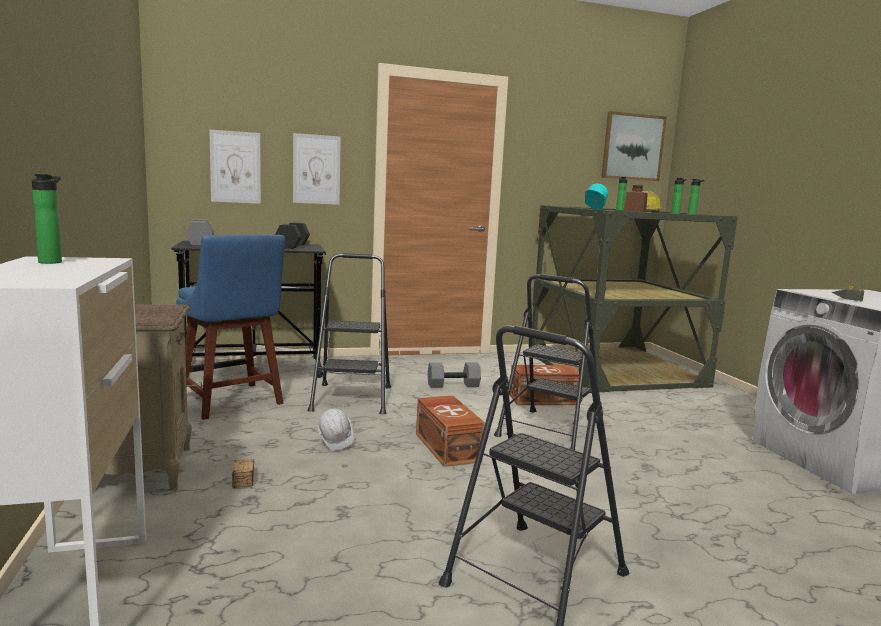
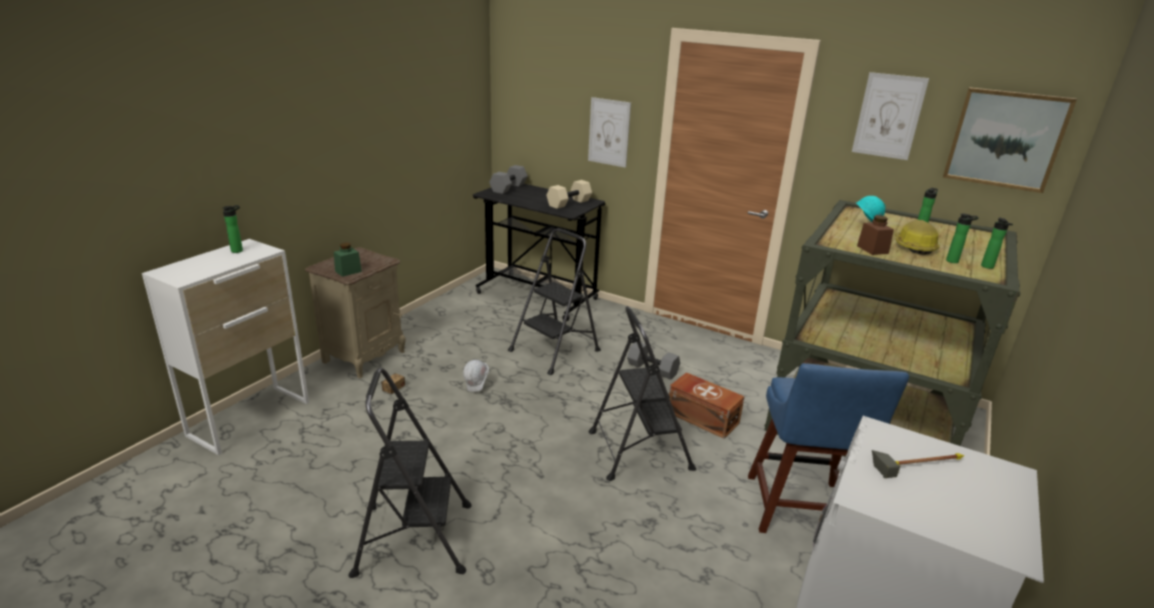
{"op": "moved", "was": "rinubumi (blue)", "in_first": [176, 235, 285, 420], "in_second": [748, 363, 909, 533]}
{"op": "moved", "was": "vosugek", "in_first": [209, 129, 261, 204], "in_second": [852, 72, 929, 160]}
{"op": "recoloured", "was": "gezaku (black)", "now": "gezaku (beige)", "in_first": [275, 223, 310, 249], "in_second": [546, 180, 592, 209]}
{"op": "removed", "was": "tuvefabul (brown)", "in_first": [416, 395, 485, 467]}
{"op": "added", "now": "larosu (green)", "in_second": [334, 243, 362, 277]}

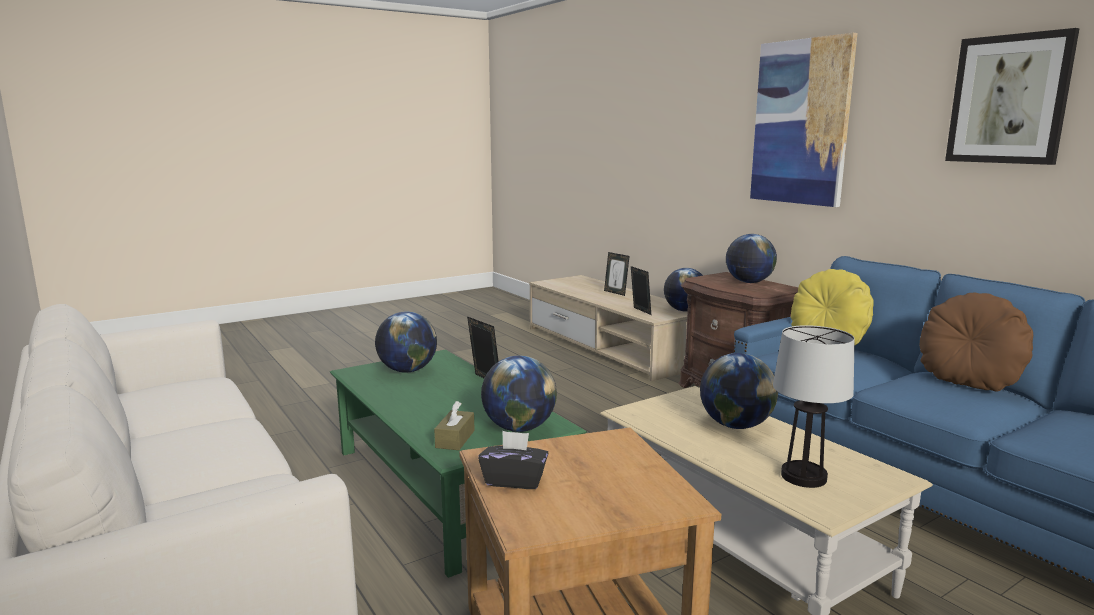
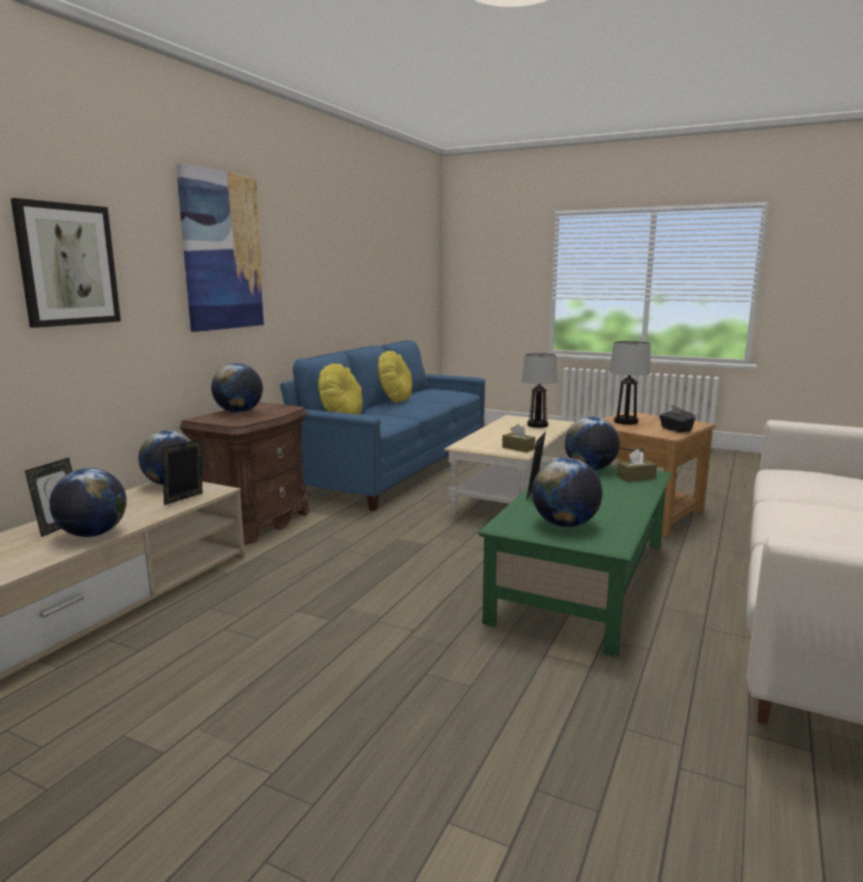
{"op": "moved", "was": "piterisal", "in_first": [700, 353, 778, 429], "in_second": [50, 468, 127, 537]}
{"op": "recoloured", "was": "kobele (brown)", "now": "kobele (yellow)", "in_first": [920, 292, 1033, 392], "in_second": [378, 351, 412, 403]}
{"op": "moved", "was": "vosugek", "in_first": [945, 28, 1080, 165], "in_second": [11, 198, 121, 328]}
{"op": "added", "now": "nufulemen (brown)", "in_second": [502, 424, 535, 452]}
{"op": "added", "now": "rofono", "in_second": [609, 341, 651, 425]}

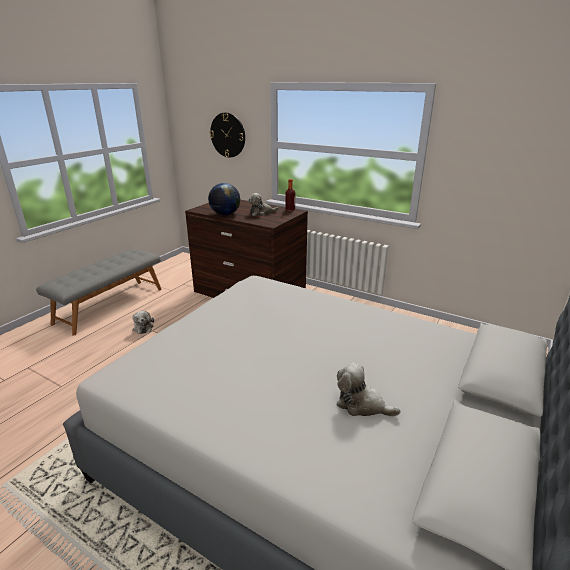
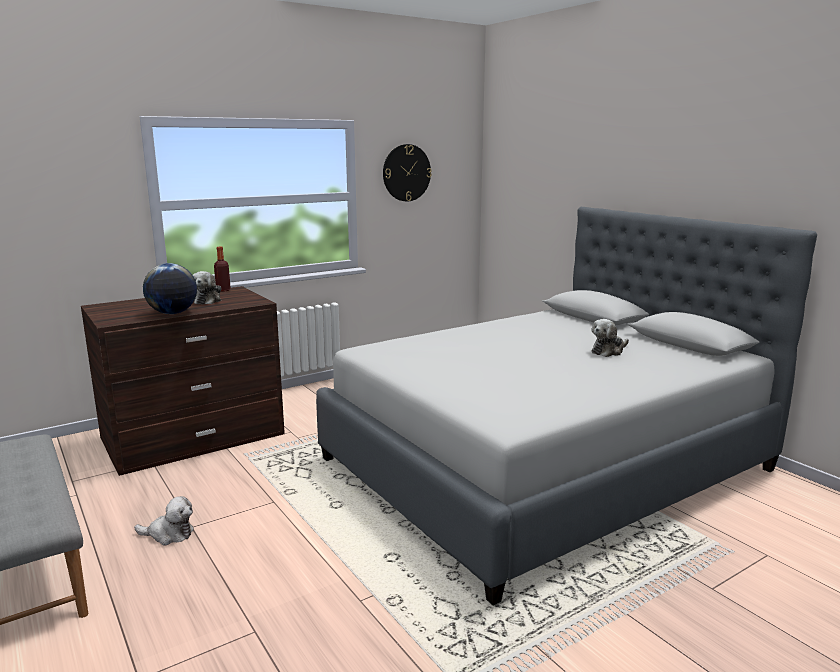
{"op": "moved", "was": "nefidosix", "in_first": [210, 112, 245, 158], "in_second": [383, 144, 432, 201]}

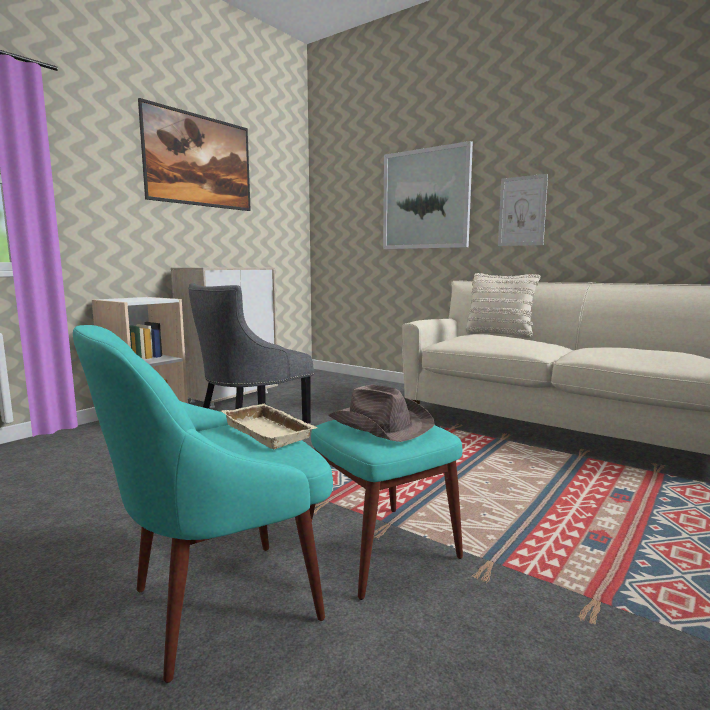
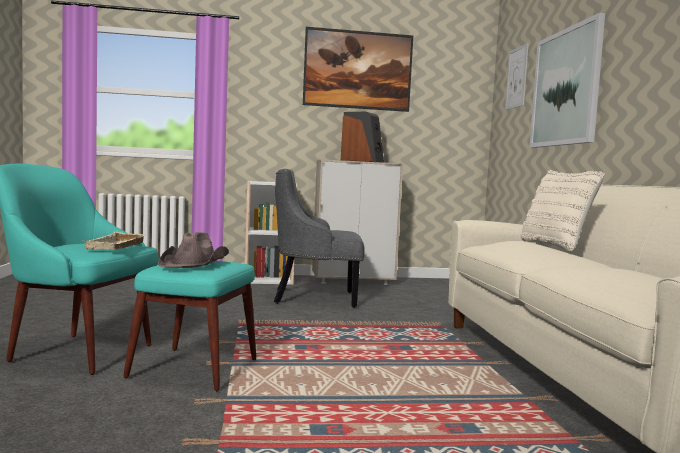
{"op": "moved", "was": "vosugek", "in_first": [498, 174, 548, 246], "in_second": [505, 43, 529, 110]}
{"op": "added", "now": "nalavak", "in_second": [341, 112, 384, 163]}

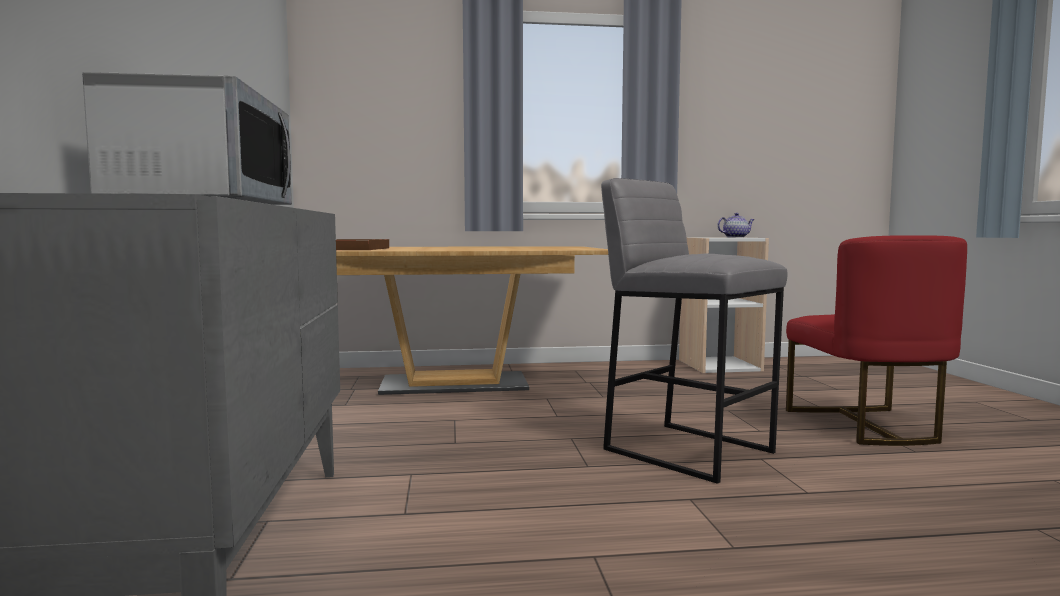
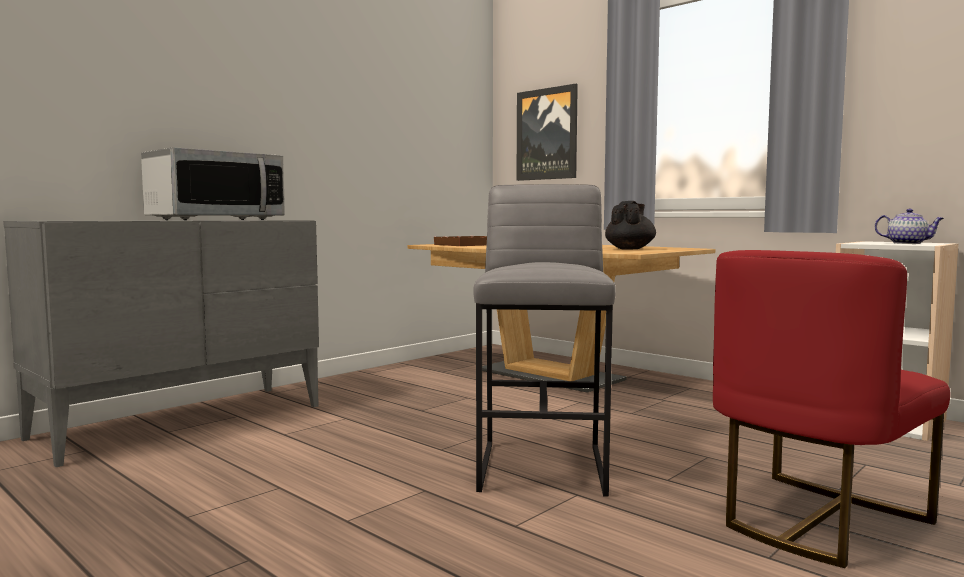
{"op": "added", "now": "vosugek", "in_second": [516, 84, 578, 181]}
{"op": "added", "now": "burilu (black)", "in_second": [605, 201, 656, 250]}

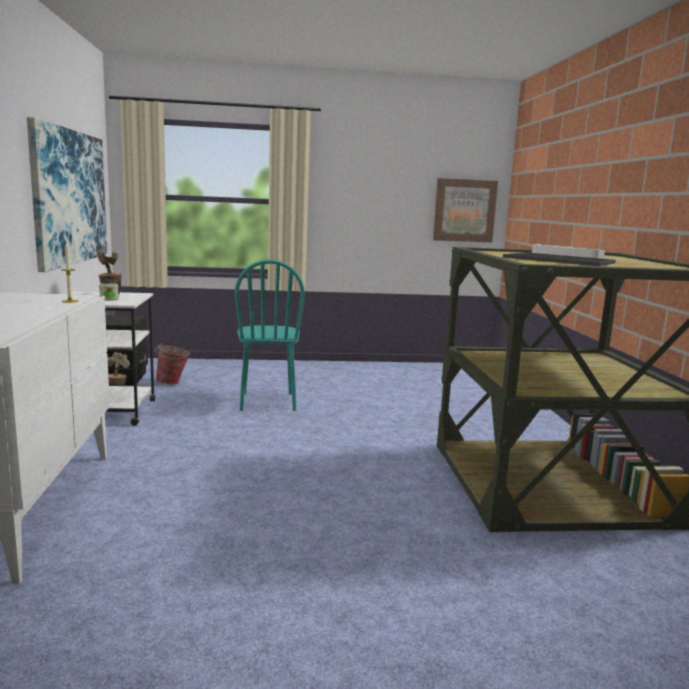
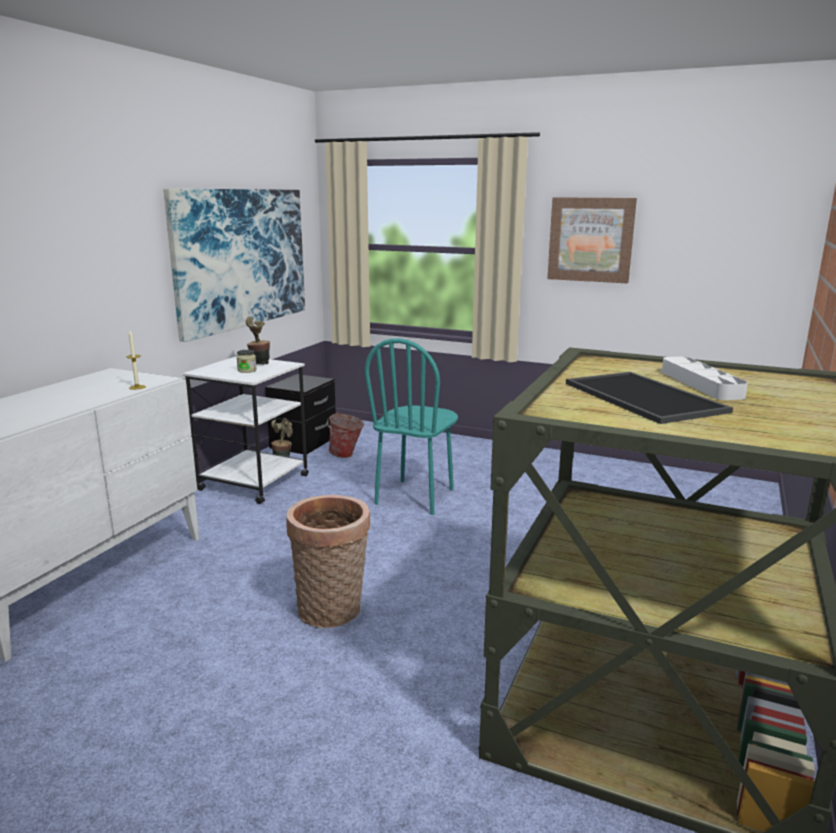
{"op": "moved", "was": "vosugek", "in_first": [433, 178, 498, 242], "in_second": [547, 197, 637, 283]}
{"op": "added", "now": "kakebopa", "in_second": [286, 495, 370, 628]}

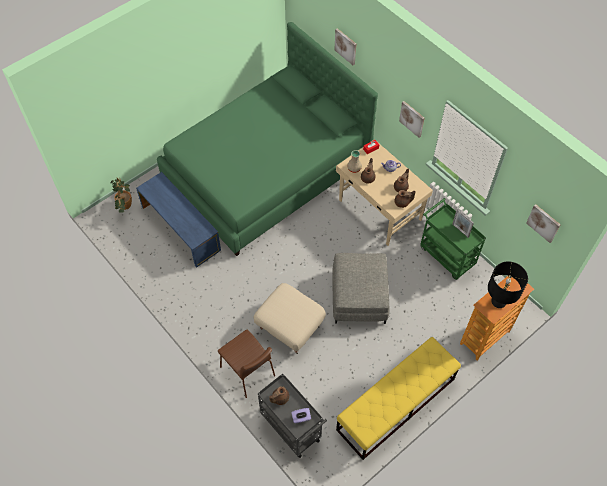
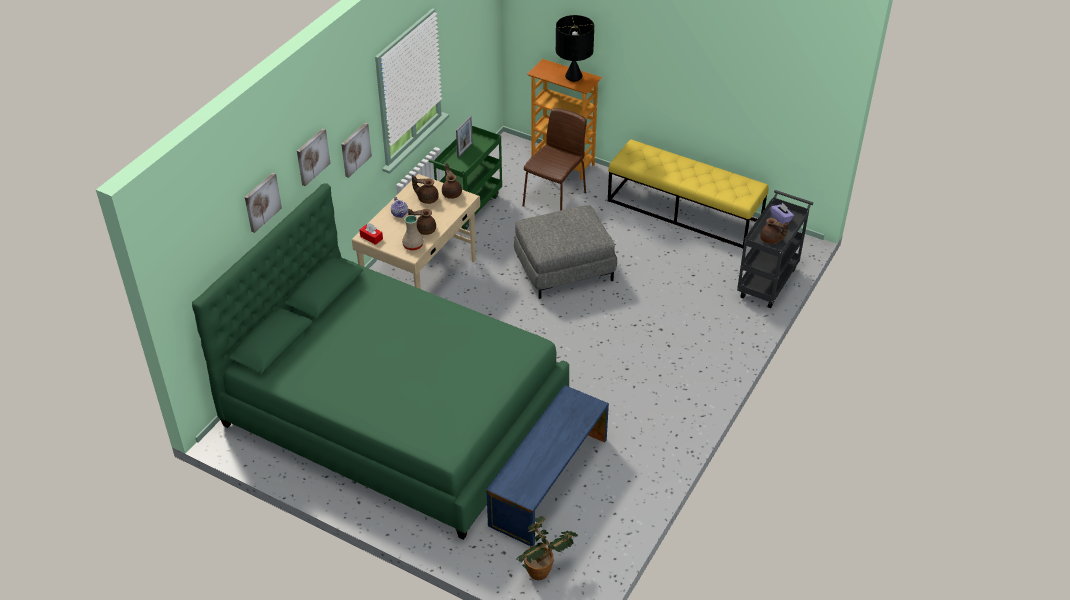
{"op": "moved", "was": "rinubumi (brown)", "in_first": [218, 329, 275, 398], "in_second": [522, 108, 587, 211]}
{"op": "removed", "was": "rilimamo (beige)", "in_first": [253, 283, 326, 354]}
{"op": "moved", "was": "vosugek", "in_first": [526, 204, 560, 243], "in_second": [297, 129, 331, 186]}

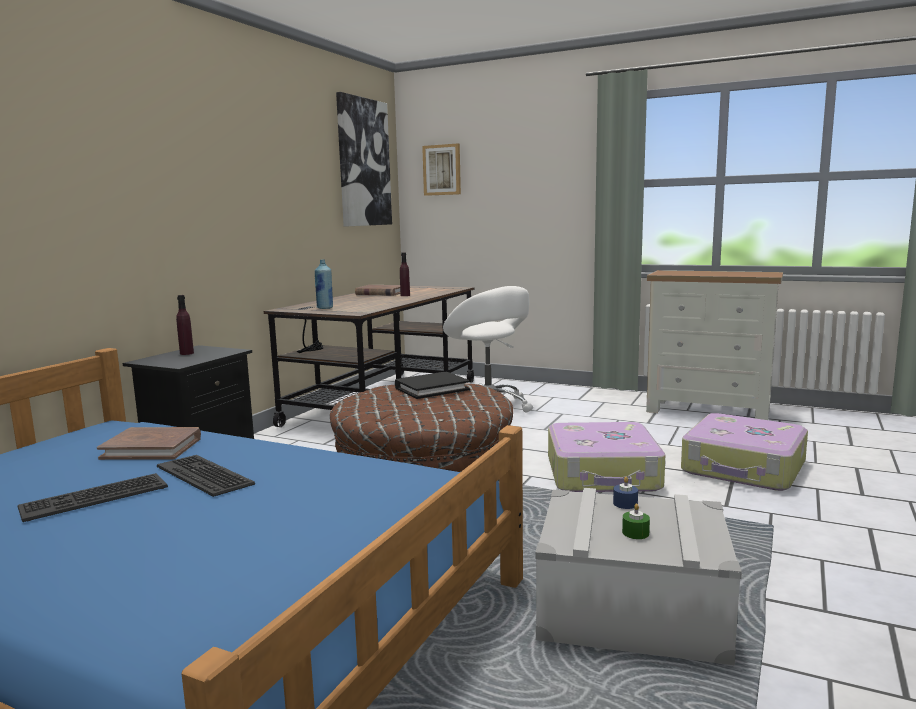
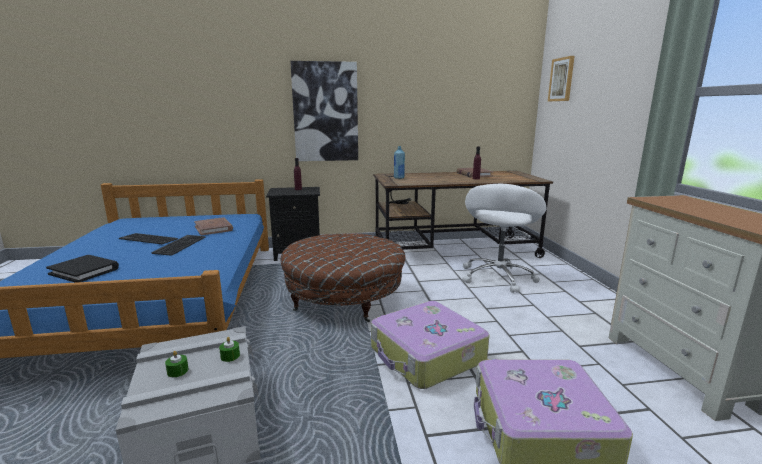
{"op": "moved", "was": "vosugek", "in_first": [336, 92, 392, 227], "in_second": [290, 61, 358, 161]}
{"op": "moved", "was": "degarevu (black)", "in_first": [395, 372, 470, 399], "in_second": [46, 255, 119, 283]}
{"op": "recoloured", "was": "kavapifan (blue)", "now": "kavapifan (green)", "in_first": [613, 477, 638, 509], "in_second": [219, 337, 240, 362]}

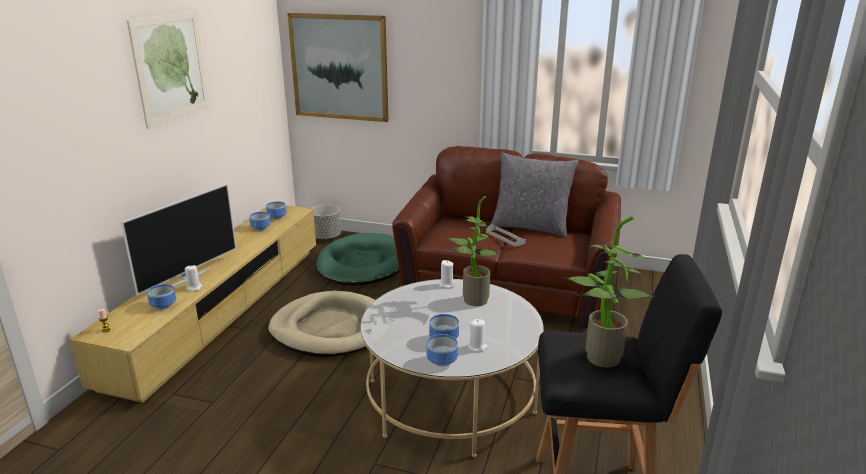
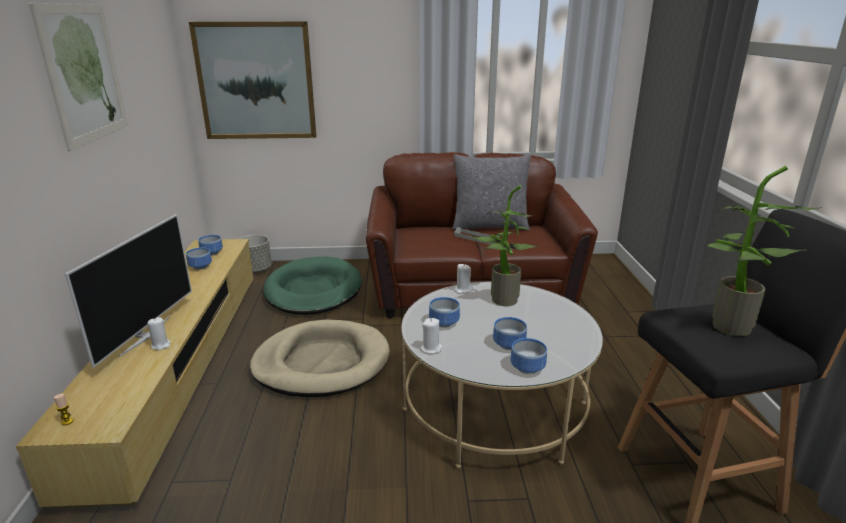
{"op": "moved", "was": "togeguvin", "in_first": [147, 284, 176, 310], "in_second": [429, 297, 460, 328]}
{"op": "moved", "was": "kavapifan (white)", "in_first": [467, 319, 488, 352], "in_second": [421, 318, 442, 354]}

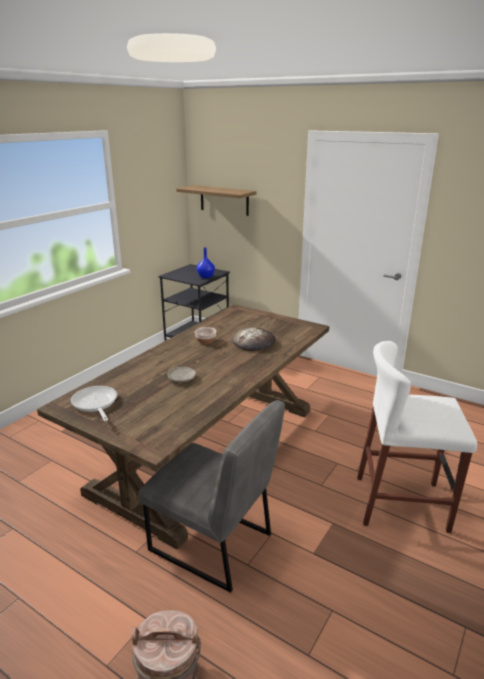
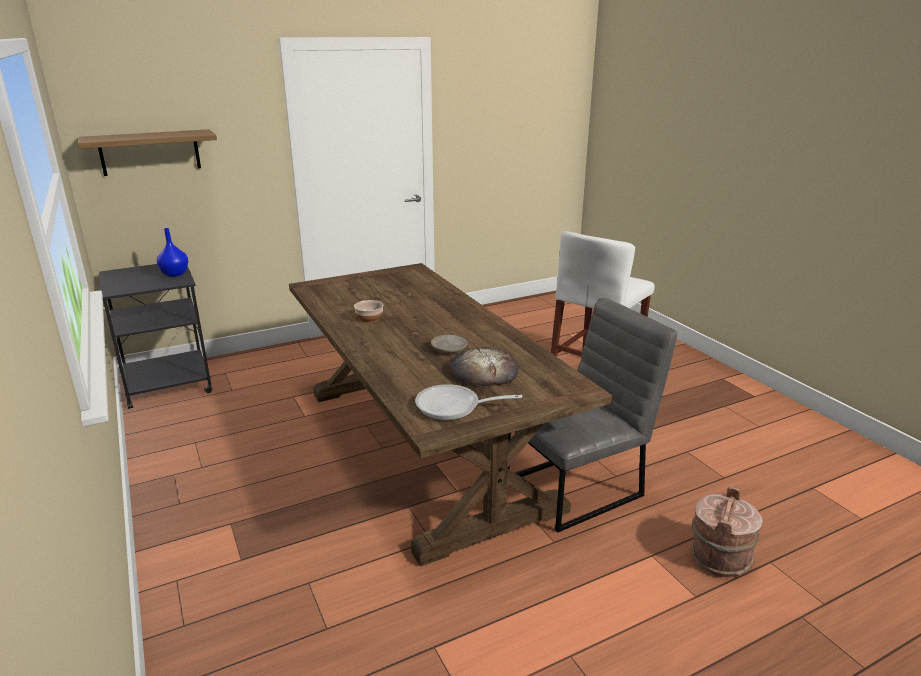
{"op": "moved", "was": "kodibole", "in_first": [232, 327, 276, 351], "in_second": [450, 347, 519, 386]}

